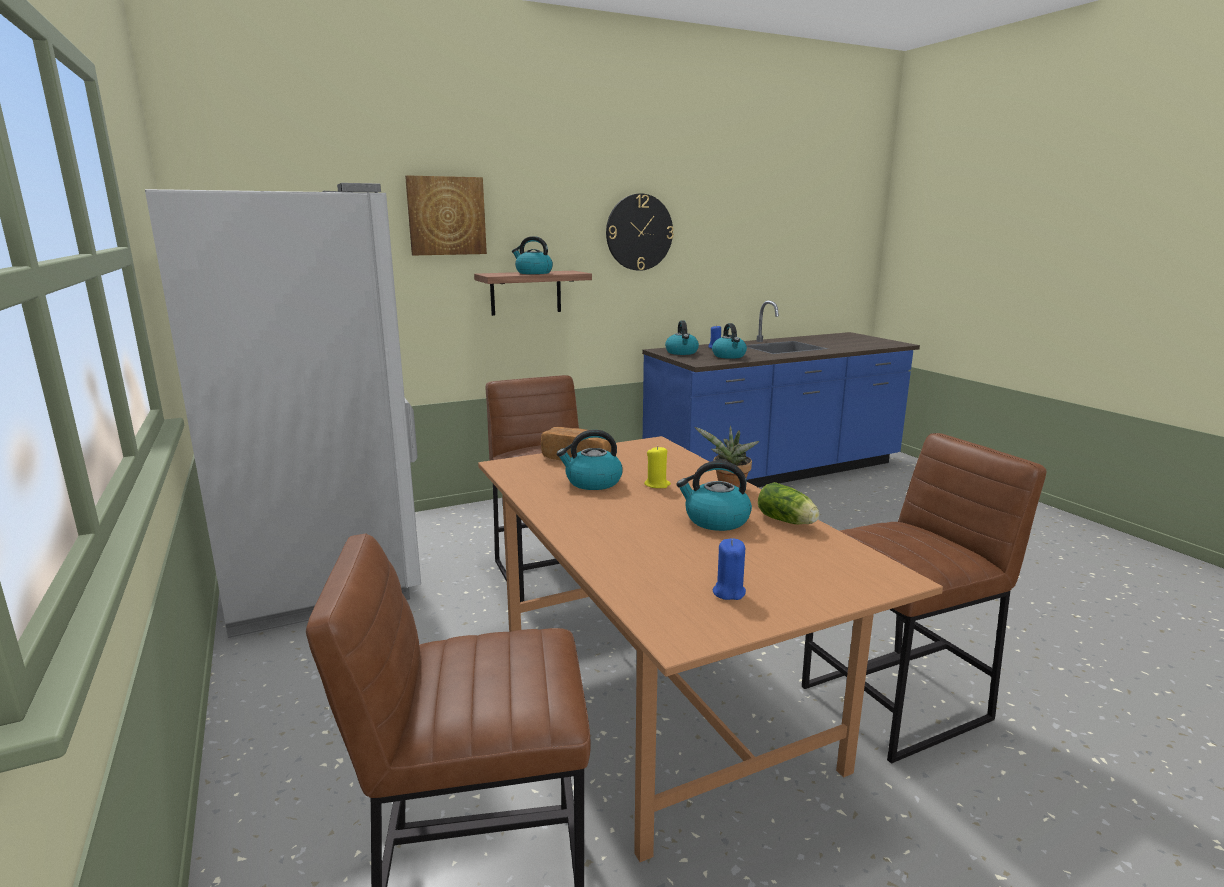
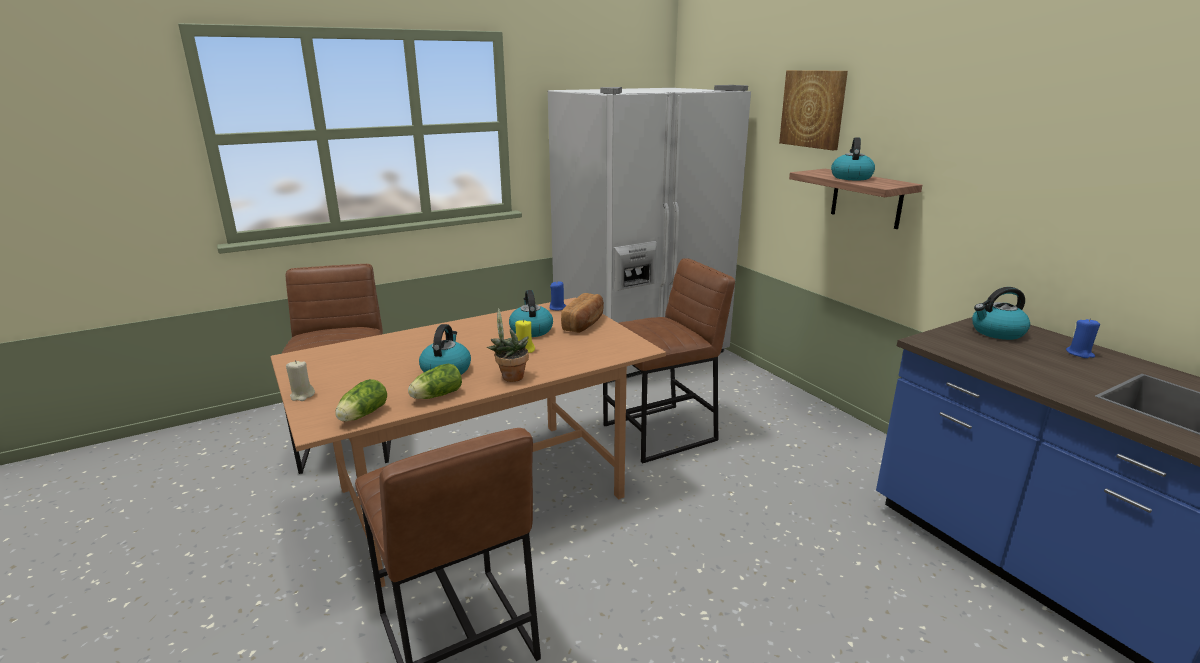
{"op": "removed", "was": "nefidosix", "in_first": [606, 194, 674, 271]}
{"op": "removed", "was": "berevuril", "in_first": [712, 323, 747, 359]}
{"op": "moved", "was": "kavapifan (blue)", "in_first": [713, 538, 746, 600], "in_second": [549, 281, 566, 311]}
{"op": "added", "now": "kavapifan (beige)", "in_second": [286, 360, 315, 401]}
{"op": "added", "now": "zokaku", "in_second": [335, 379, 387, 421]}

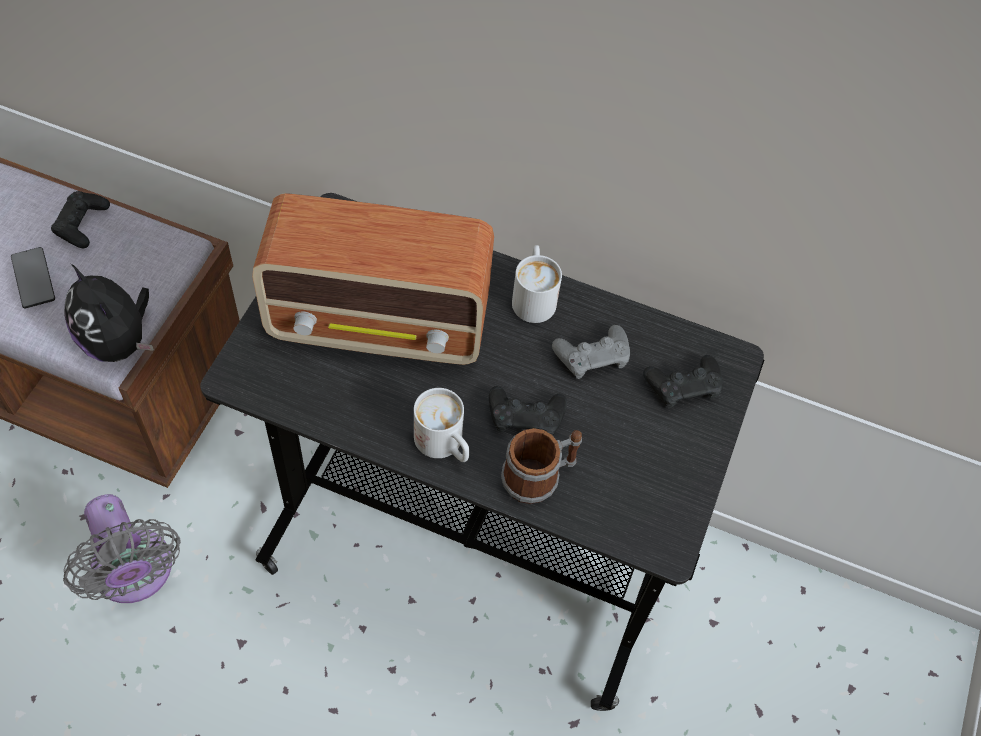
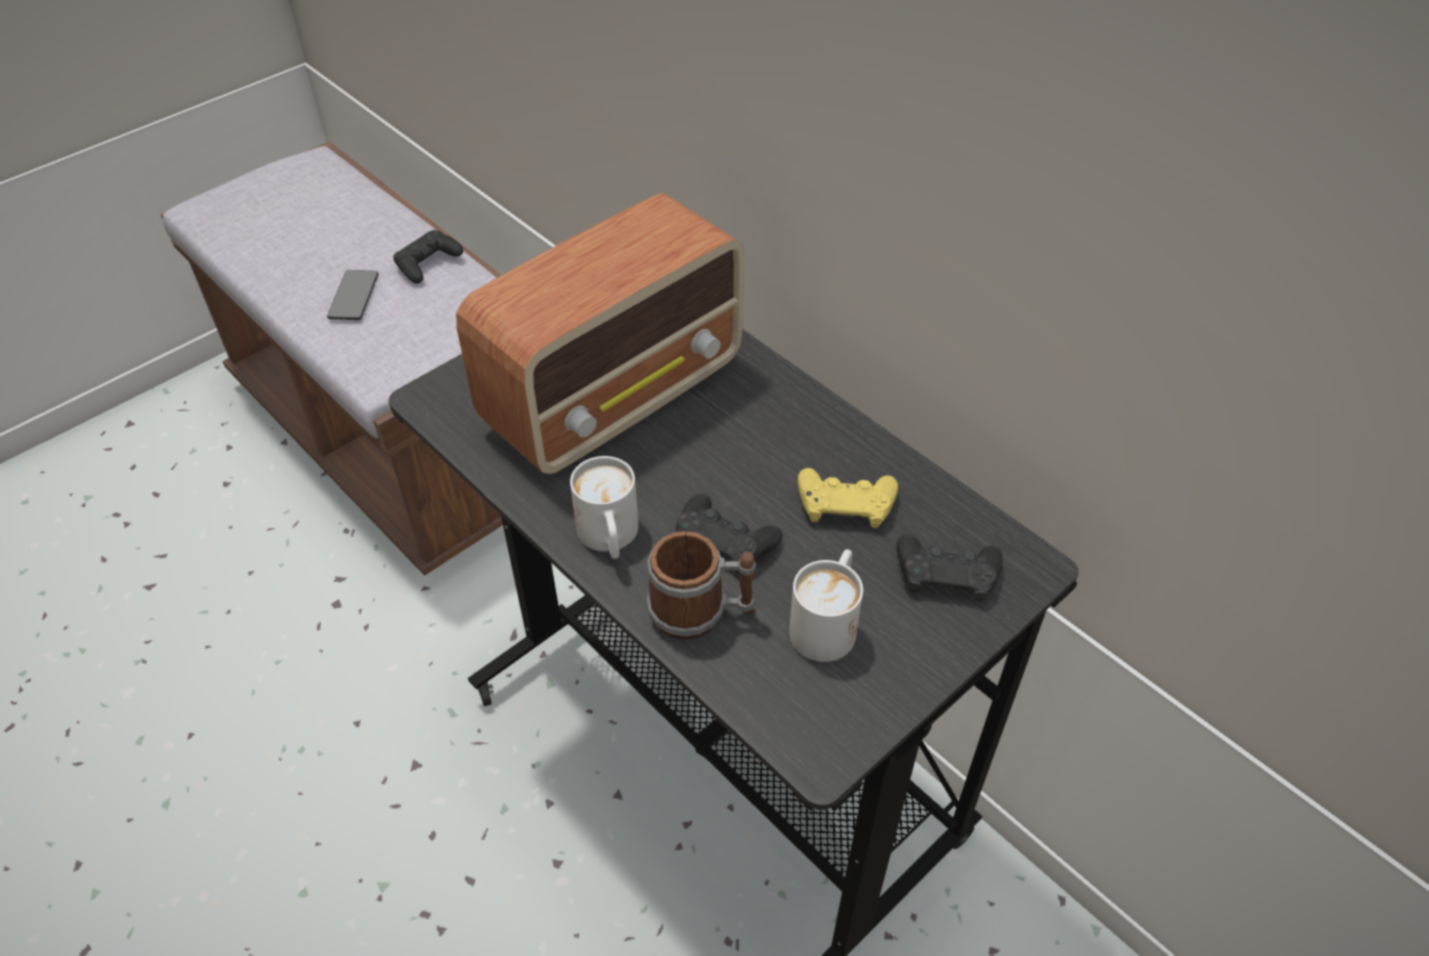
{"op": "removed", "was": "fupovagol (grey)", "in_first": [63, 494, 181, 603]}
{"op": "removed", "was": "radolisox", "in_first": [64, 264, 154, 362]}
{"op": "turned", "was": "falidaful", "in_first": [252, 193, 494, 365], "in_second": [456, 194, 744, 474], "clockwise": -75}
{"op": "moved", "was": "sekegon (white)", "in_first": [512, 245, 562, 323], "in_second": [789, 549, 863, 662]}
{"op": "recoloured", "was": "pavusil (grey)", "now": "pavusil (yellow)", "in_first": [552, 325, 630, 379], "in_second": [798, 468, 898, 528]}

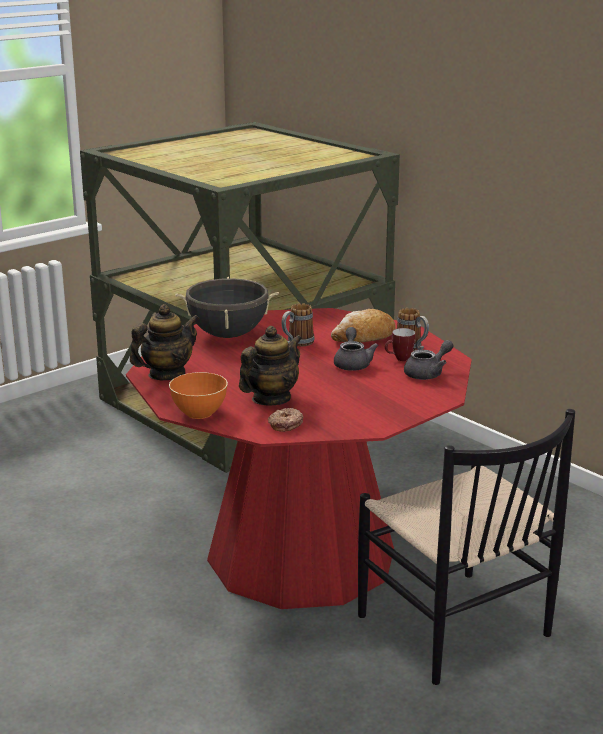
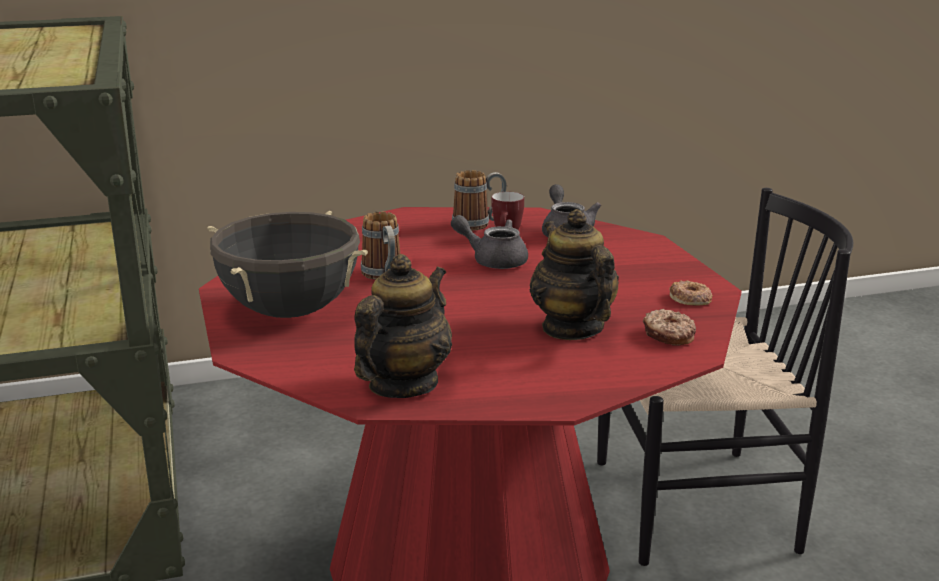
{"op": "turned", "was": "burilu", "in_first": [130, 304, 199, 380], "in_second": [354, 254, 452, 398], "clockwise": 45}
{"op": "removed", "was": "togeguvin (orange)", "in_first": [169, 372, 228, 419]}
{"op": "removed", "was": "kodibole", "in_first": [331, 309, 396, 343]}
{"op": "added", "now": "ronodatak", "in_second": [669, 280, 713, 305]}

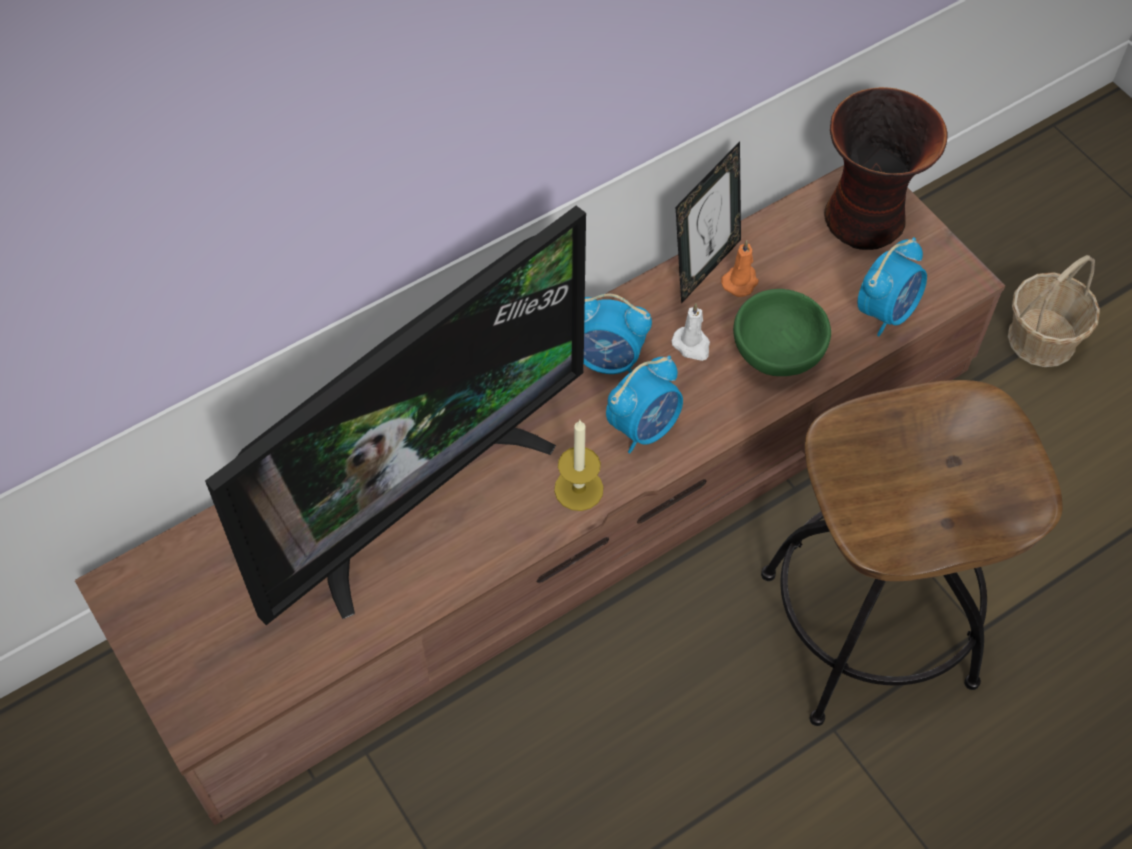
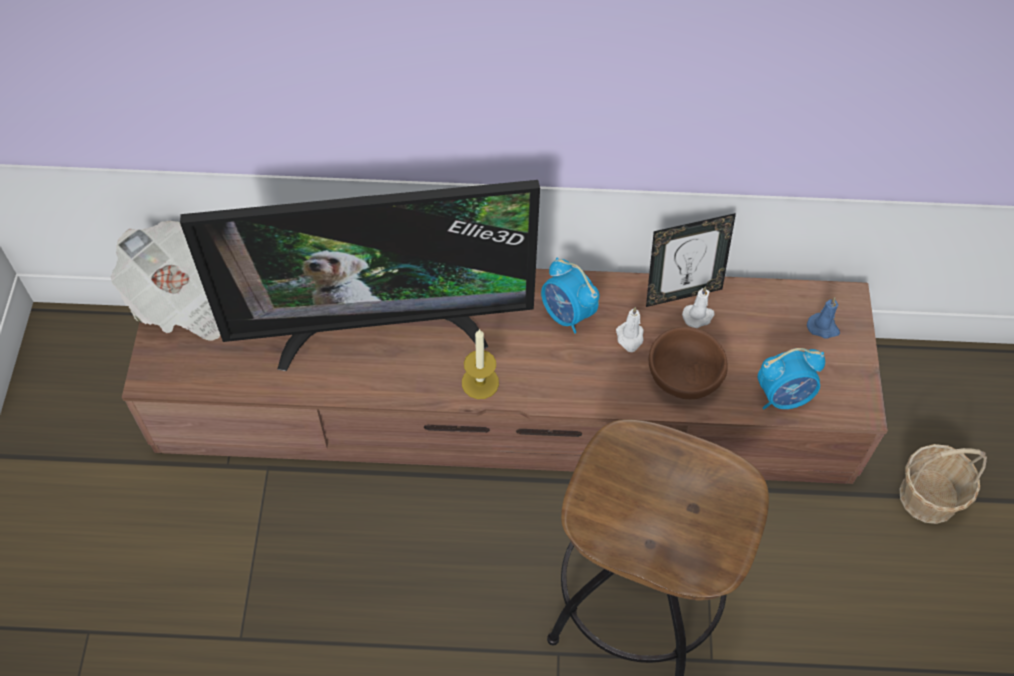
{"op": "removed", "was": "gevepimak", "in_first": [606, 356, 683, 453]}
{"op": "recoloured", "was": "kavapifan (orange)", "now": "kavapifan (white)", "in_first": [721, 240, 759, 297], "in_second": [682, 286, 715, 328]}
{"op": "recoloured", "was": "togeguvin (green)", "now": "togeguvin (brown)", "in_first": [733, 289, 831, 376], "in_second": [649, 327, 728, 399]}
{"op": "replaced", "was": "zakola", "now": "kavapifan (blue)", "in_first": [824, 87, 948, 250], "in_second": [807, 297, 840, 339]}
{"op": "added", "now": "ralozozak", "in_second": [110, 221, 220, 341]}

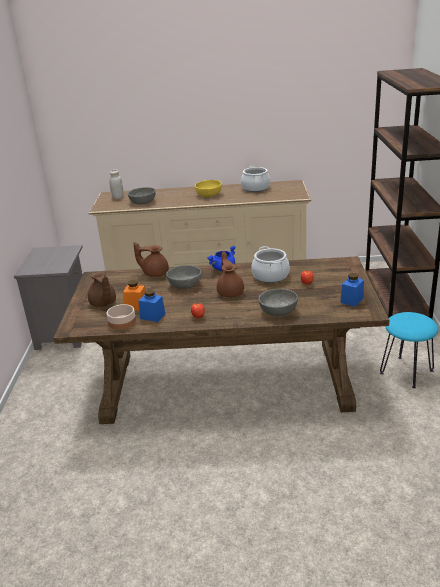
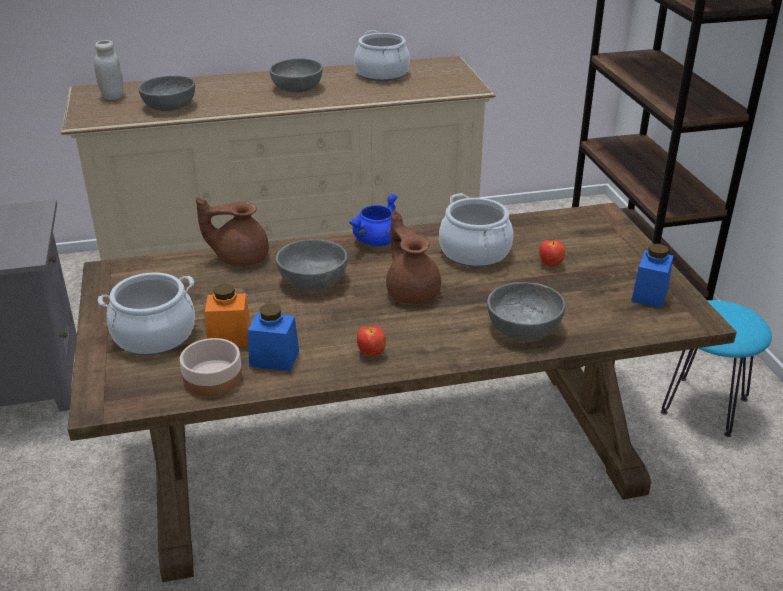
{"op": "replaced", "was": "burilu (brown)", "now": "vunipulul", "in_first": [88, 272, 116, 307], "in_second": [98, 272, 195, 355]}
{"op": "recoloured", "was": "togeguvin (yellow)", "now": "togeguvin (grey)", "in_first": [195, 180, 222, 197], "in_second": [270, 58, 323, 93]}

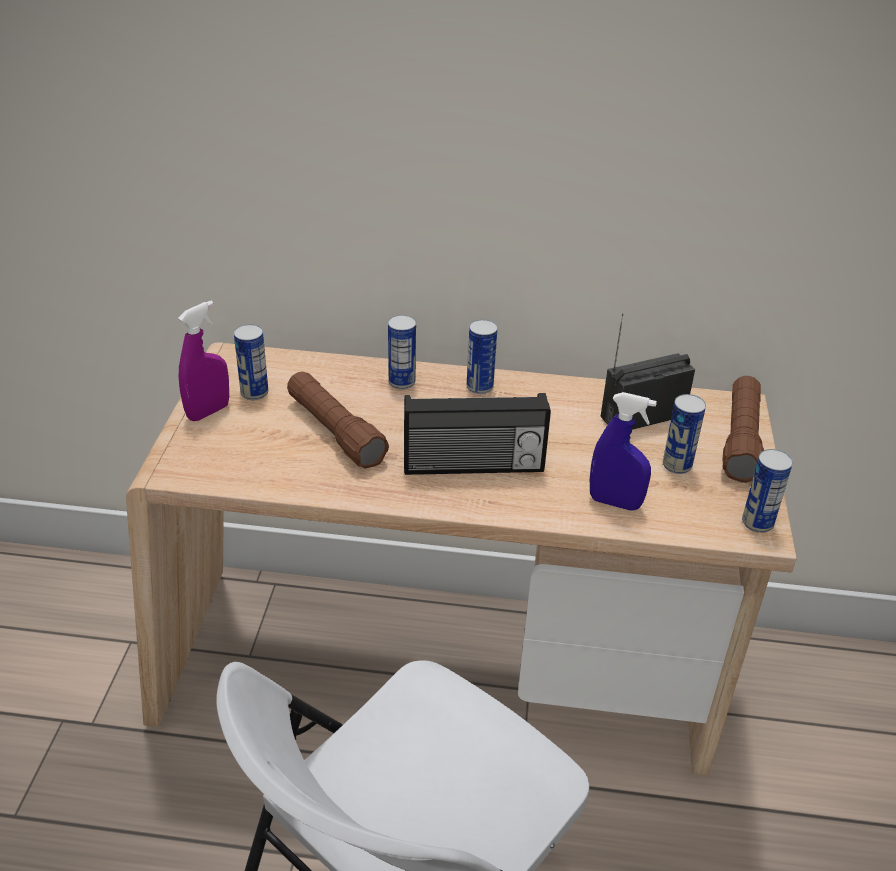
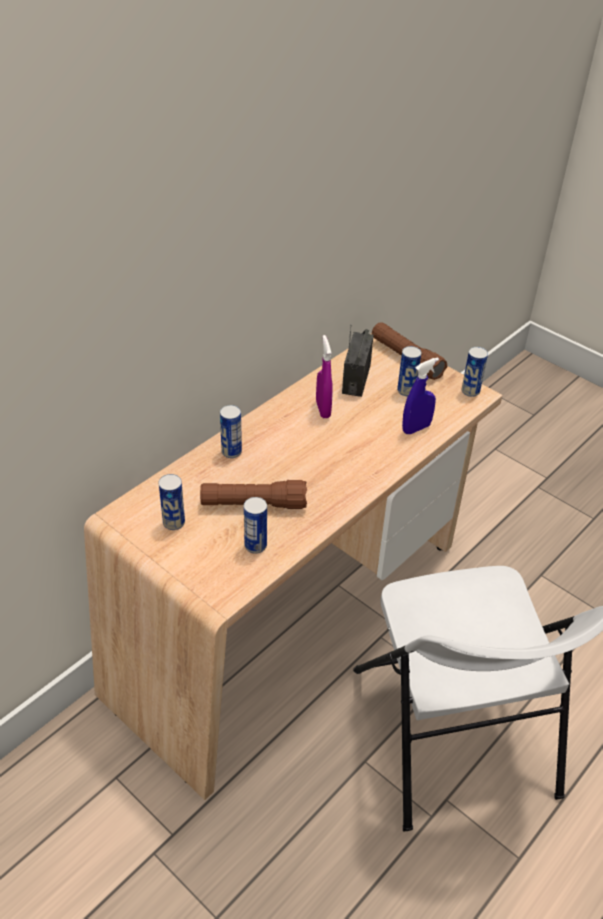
{"op": "moved", "was": "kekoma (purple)", "in_first": [178, 301, 229, 421], "in_second": [316, 335, 333, 418]}
{"op": "removed", "was": "falidaful", "in_first": [404, 393, 551, 475]}
{"op": "moved", "was": "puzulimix", "in_first": [466, 319, 498, 394], "in_second": [244, 497, 267, 554]}

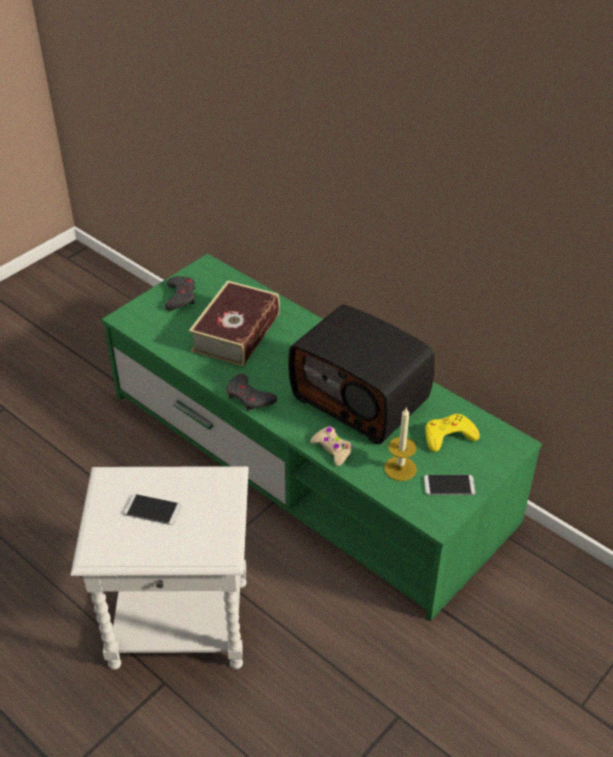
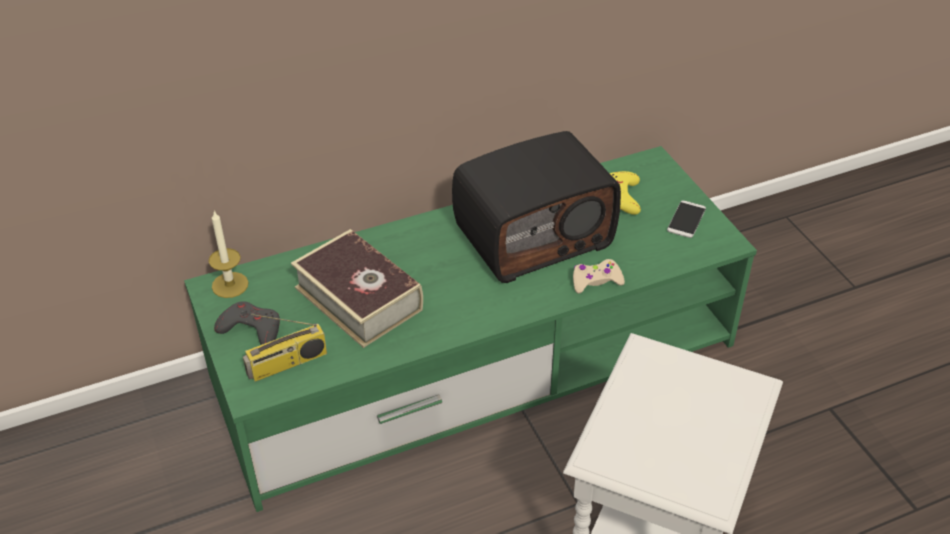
{"op": "removed", "was": "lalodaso", "in_first": [123, 494, 182, 525]}
{"op": "removed", "was": "pavusil (grey)", "in_first": [226, 374, 277, 411]}
{"op": "moved", "was": "kavapifan", "in_first": [384, 407, 417, 481], "in_second": [208, 211, 249, 298]}
{"op": "added", "now": "falidaful", "in_second": [243, 314, 327, 382]}

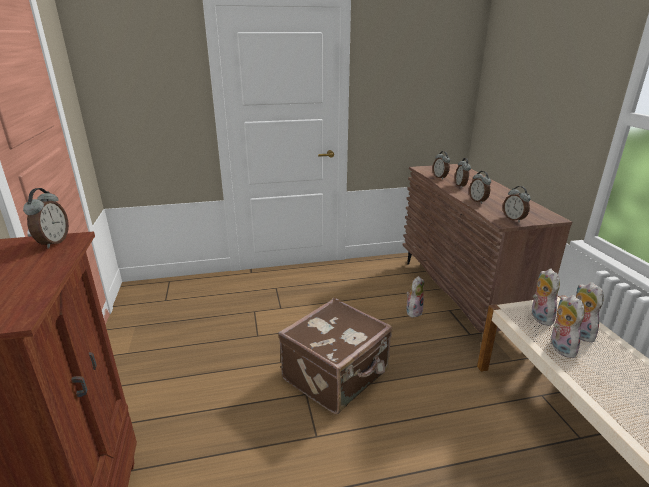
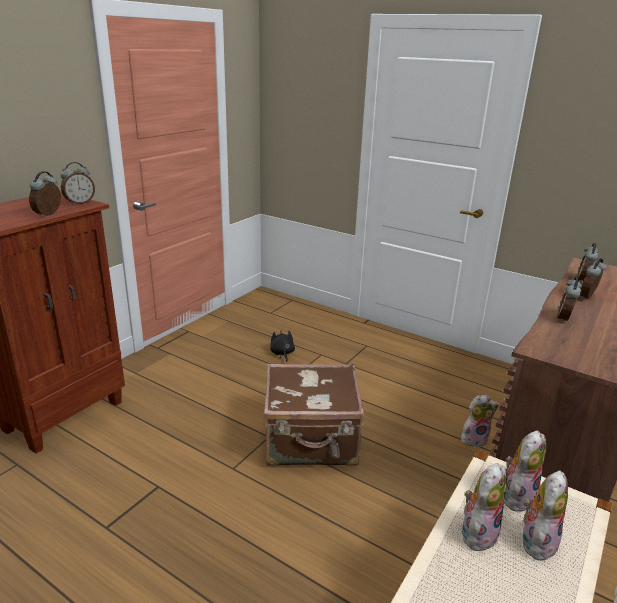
{"op": "moved", "was": "gevepimak", "in_first": [503, 186, 531, 223], "in_second": [29, 171, 61, 217]}
{"op": "added", "now": "radolisox (black)", "in_second": [270, 330, 295, 362]}

